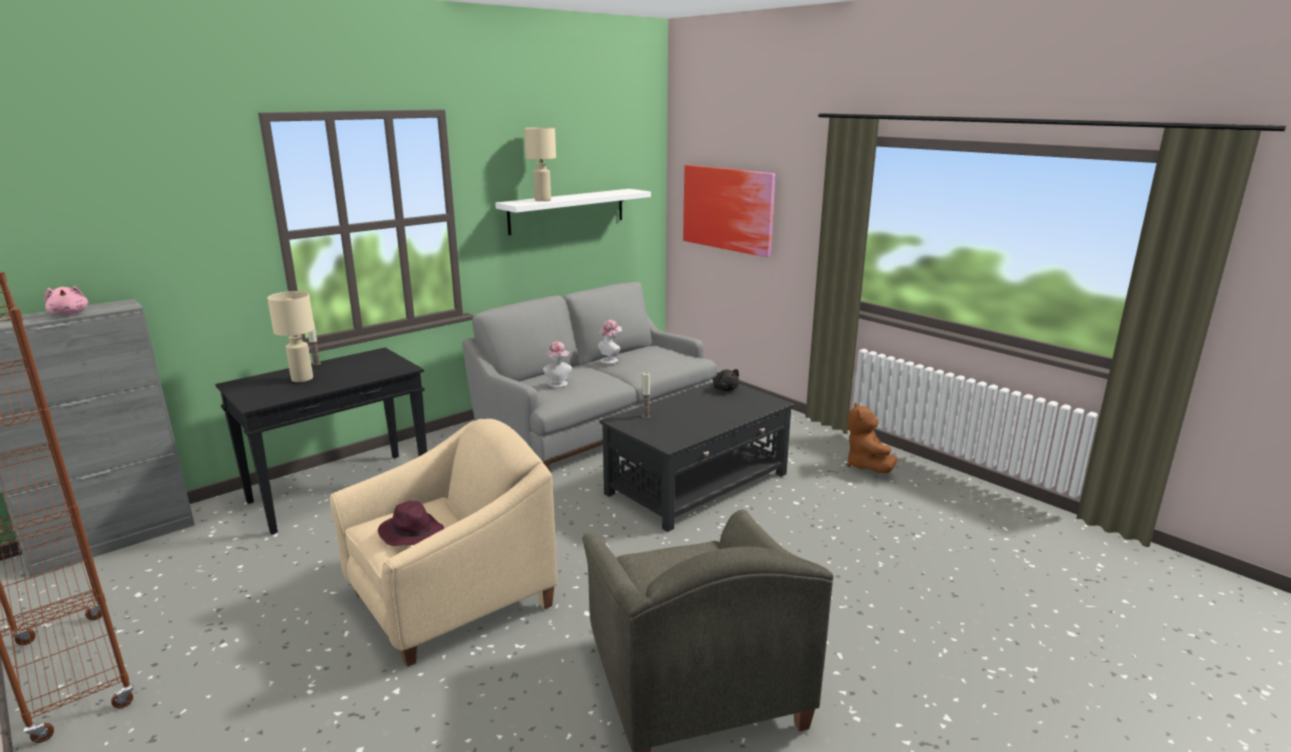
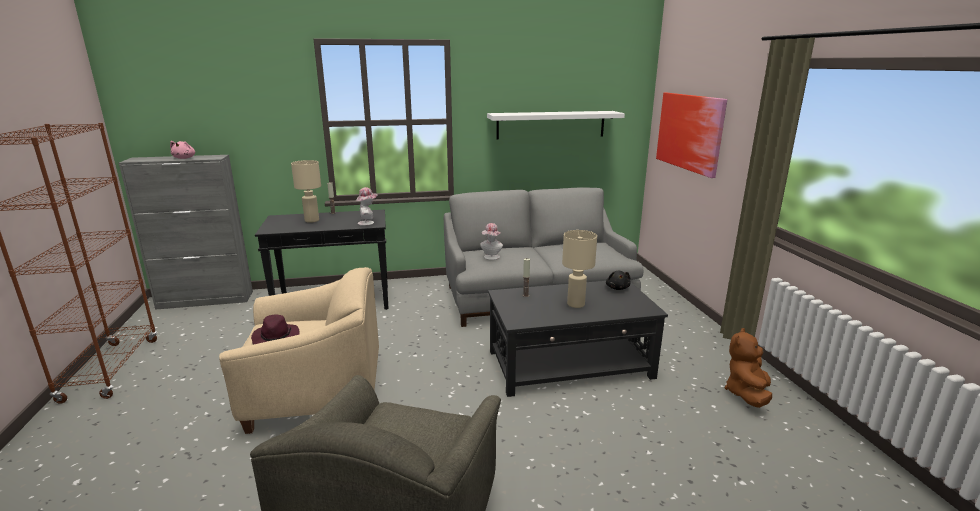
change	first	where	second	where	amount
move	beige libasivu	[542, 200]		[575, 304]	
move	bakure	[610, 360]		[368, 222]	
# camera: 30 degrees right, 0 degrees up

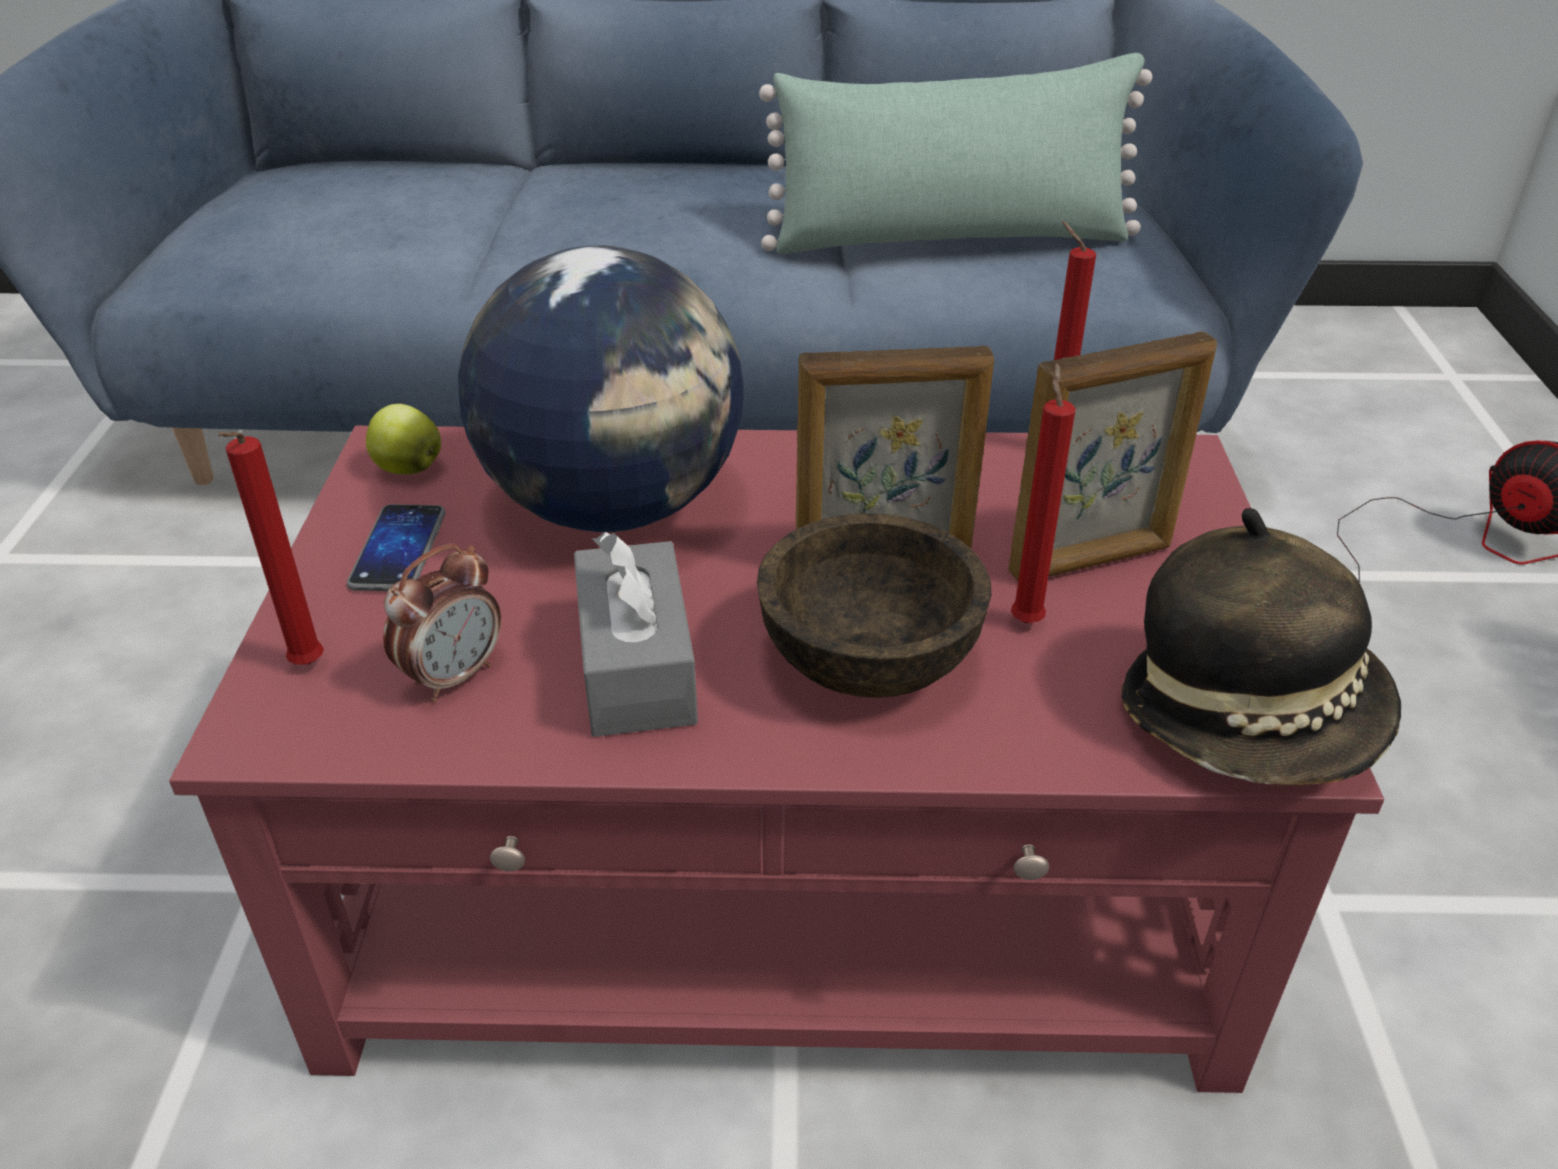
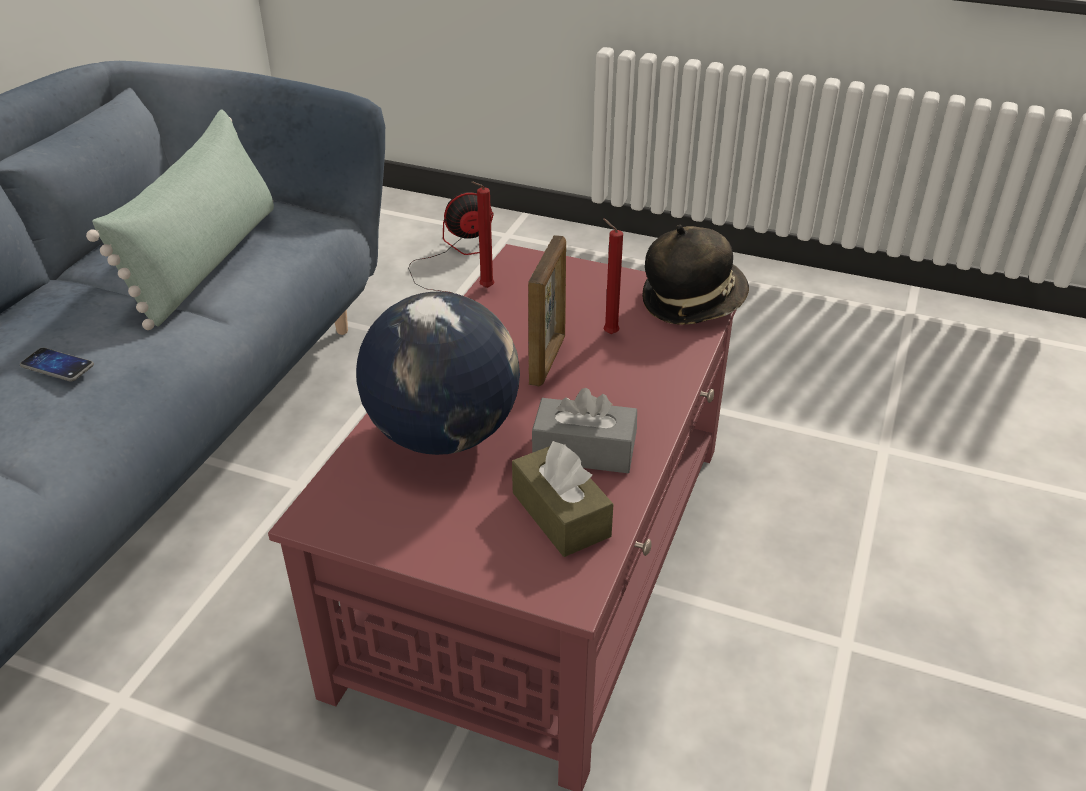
change	first	where	second	where	amount
delete	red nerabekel	[305, 668]			
delete	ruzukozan	[407, 468]			
delete	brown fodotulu	[867, 659]			
delete	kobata	[1092, 560]			
move	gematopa	[398, 550]		[57, 366]	
replace	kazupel	[454, 676]	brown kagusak	[560, 514]	
# camera: 70 degrees left, 0 degrees up

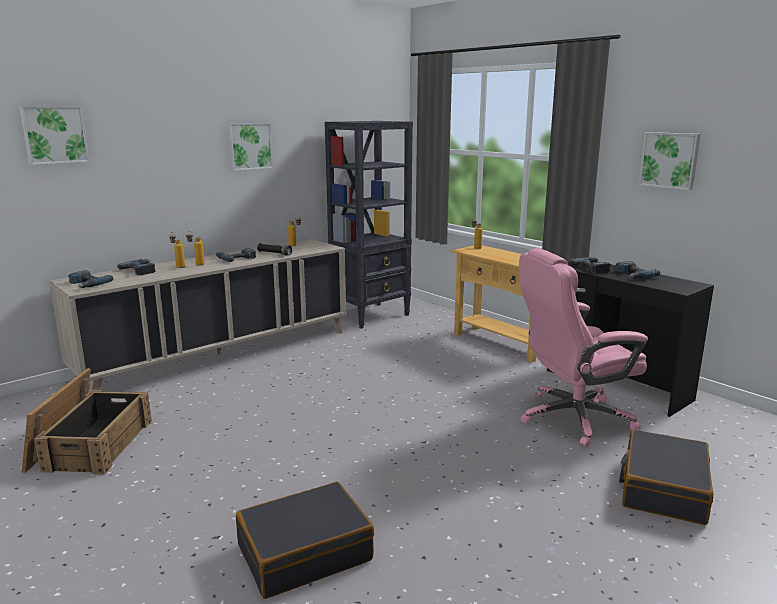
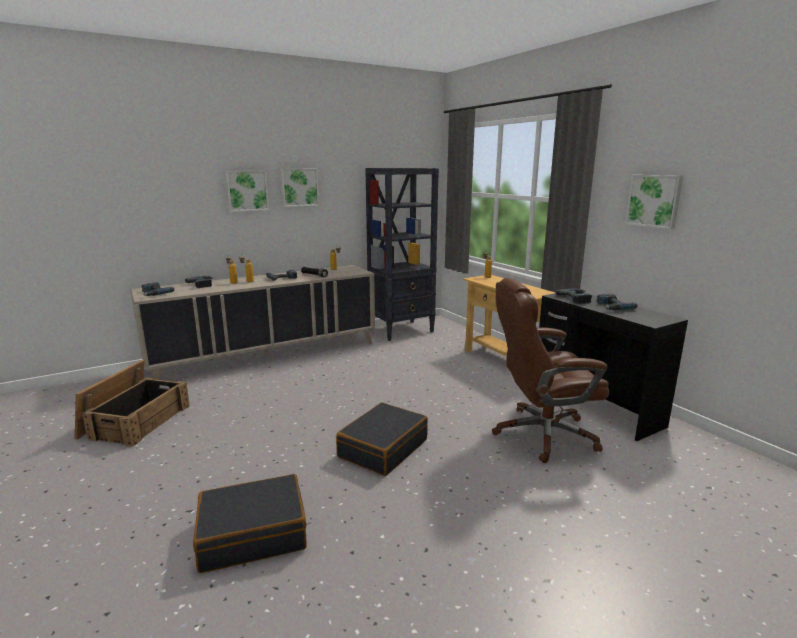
change	first	where	second	where	amount
move	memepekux	[54, 135]		[247, 190]	
move	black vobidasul	[663, 489]		[383, 448]	
recolor	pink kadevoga	[573, 418]	brown kadevoga	[542, 434]	
# camera: 10 degrees right, 0 degrees up

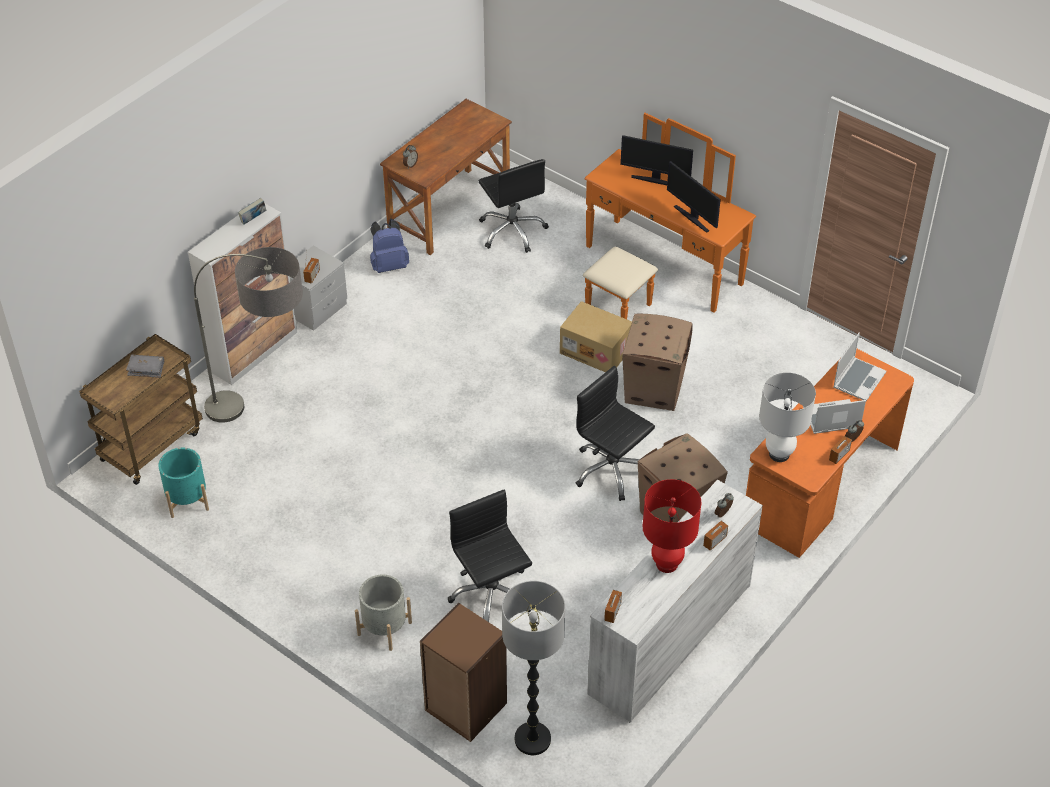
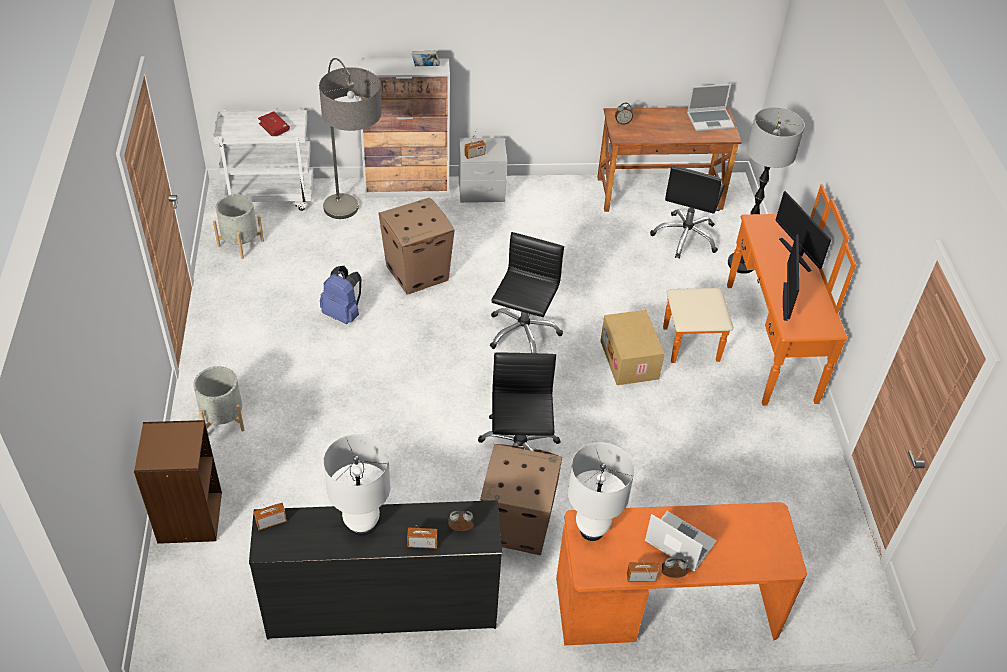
change	first	where	second	where	amount
move	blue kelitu	[389, 265]		[343, 314]	
move	black kadevoga	[491, 595]		[522, 332]	
move	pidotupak	[532, 739]		[741, 263]	
move	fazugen	[654, 389]		[418, 273]	
move	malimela	[858, 379]		[710, 120]	
recolor	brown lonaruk	[151, 444]	white lonaruk	[271, 196]	
recolor	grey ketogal	[146, 369]	red ketogal	[274, 128]	
recolor	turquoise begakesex	[187, 500]	grey begakesex	[240, 243]	
recolor	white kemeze	[669, 639]	black kemeze	[381, 607]	
recolor	red libasivu	[667, 564]	white libasivu	[362, 526]	
# camera: 45 degrees right, 0 degrees up

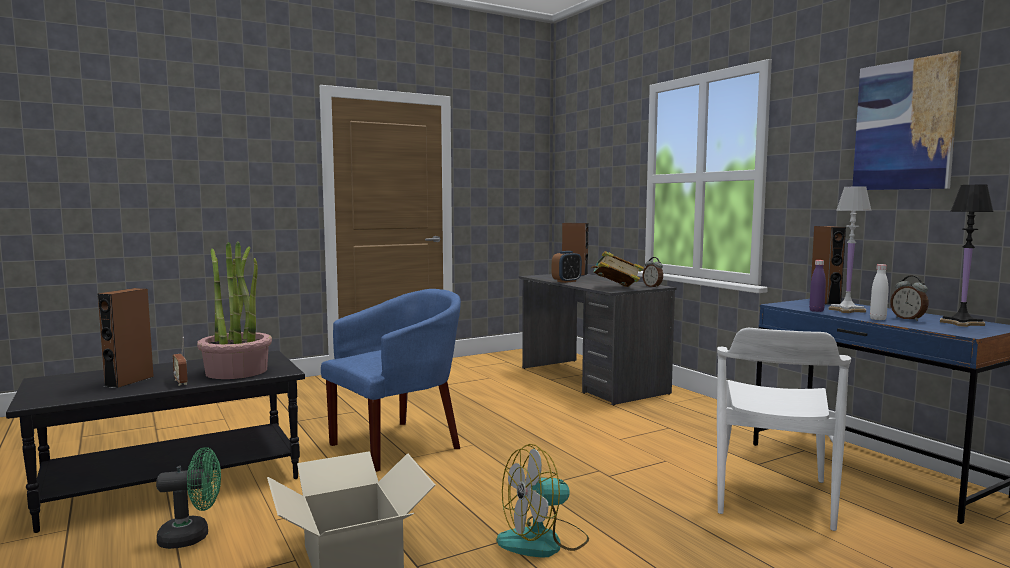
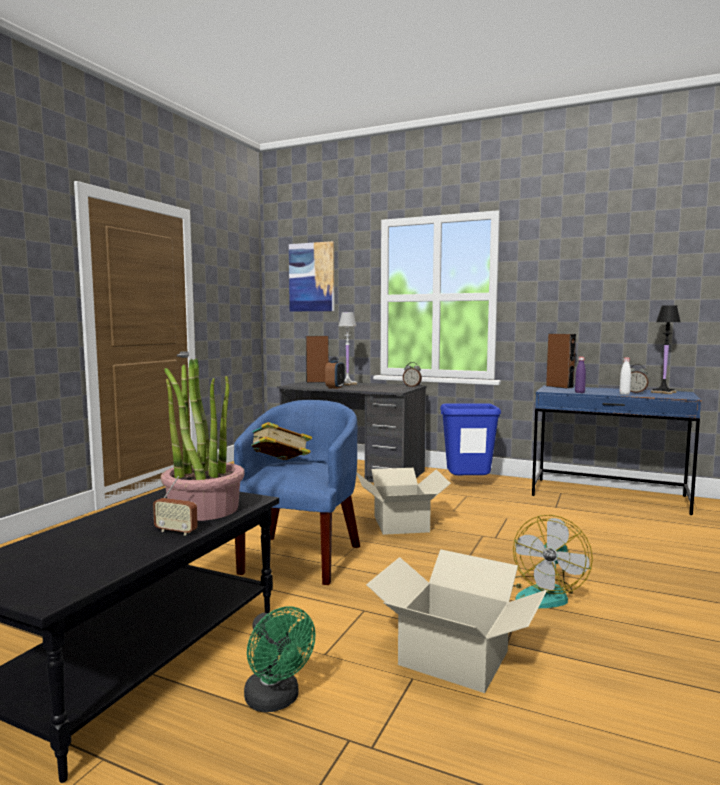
change	first	where	second	where	amount
delete	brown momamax	[129, 381]			
delete	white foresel	[772, 497]			
insert			fazugen	[401, 523]	
insert			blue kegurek	[467, 485]	
move	ketogal	[616, 288]		[277, 465]	
move	white libasivu	[847, 310]		[347, 384]	
move	memepekux	[904, 125]		[312, 277]	
rotate	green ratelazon	[192, 536]		[276, 701]	105 degrees clockwise
# camera: 35 degrees left, 0 degrees up

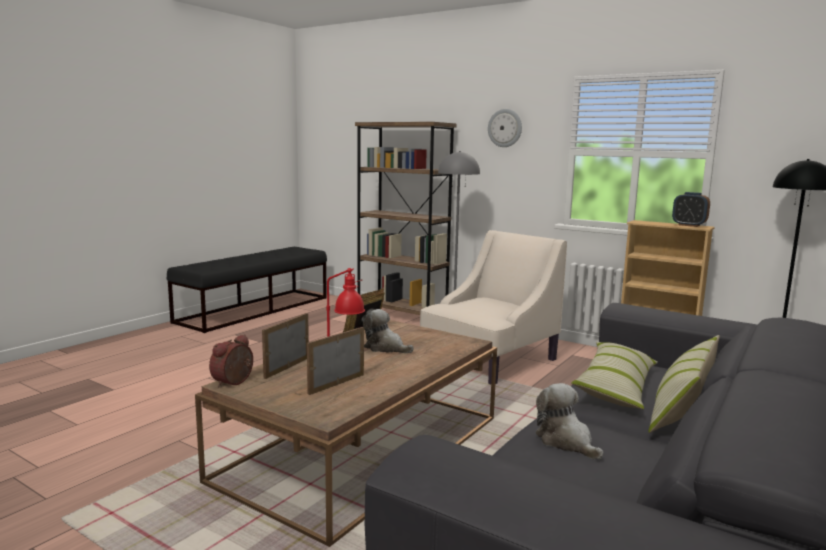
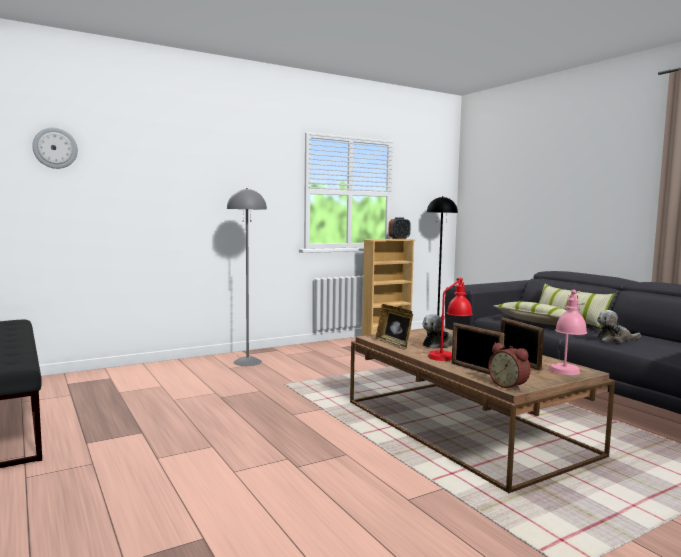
change	first	where	second	where	amount
delete	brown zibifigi	[401, 316]			
delete	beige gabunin	[489, 360]			
insert			pink libasivu	[566, 374]	
move	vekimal	[505, 128]		[55, 148]	
# camera: 65 degrees left, 5 degrees down

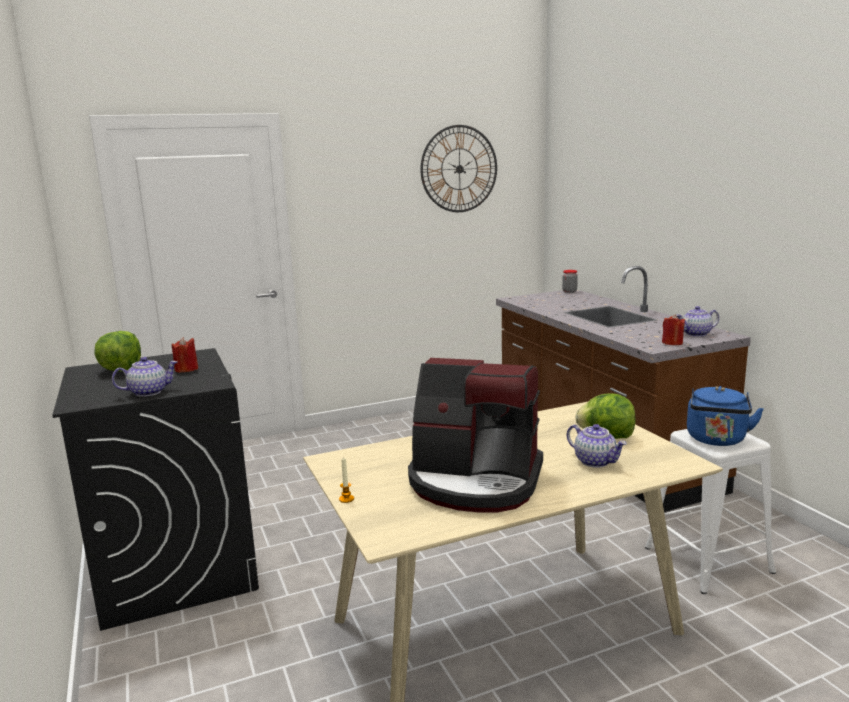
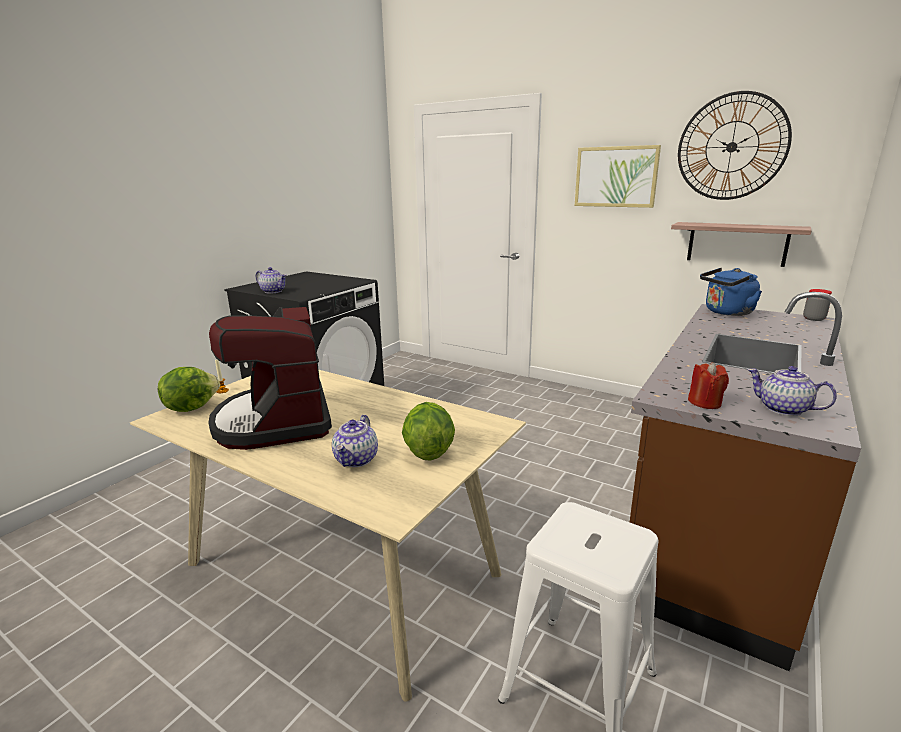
change	first	where	second	where	amount
delete	red nerabekel	[186, 369]			
insert			memepekux	[616, 177]	
insert			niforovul	[737, 243]	
move	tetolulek	[121, 370]		[191, 407]	
move	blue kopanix	[717, 440]		[726, 312]	
# camera: 55 degrees right, 5 degrees up

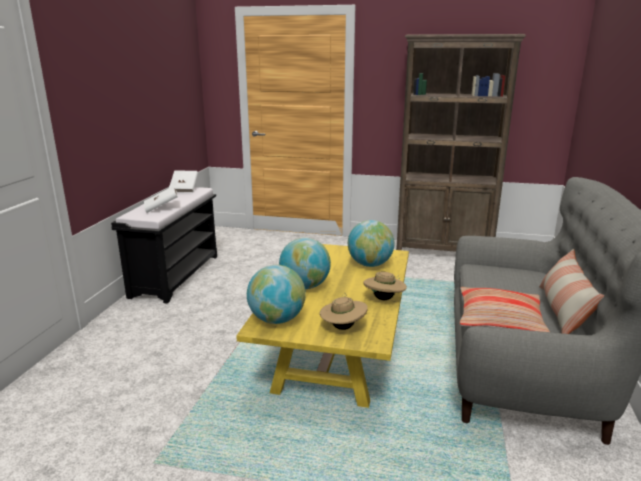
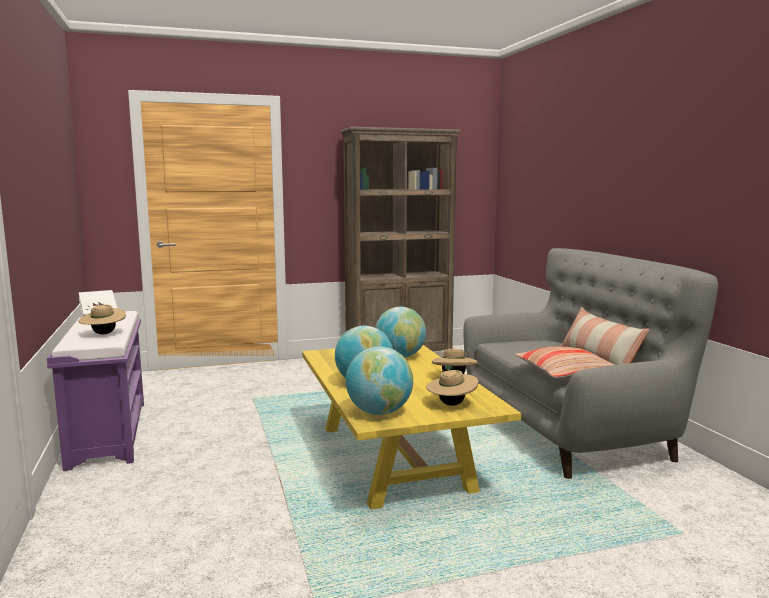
change	first	where	second	where	amount
replace	white ketogal	[161, 208]	beige bakure	[103, 334]	
recolor	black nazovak	[176, 275]	purple nazovak	[108, 433]	
# camera: 30 degrees left, 10 degrees down

